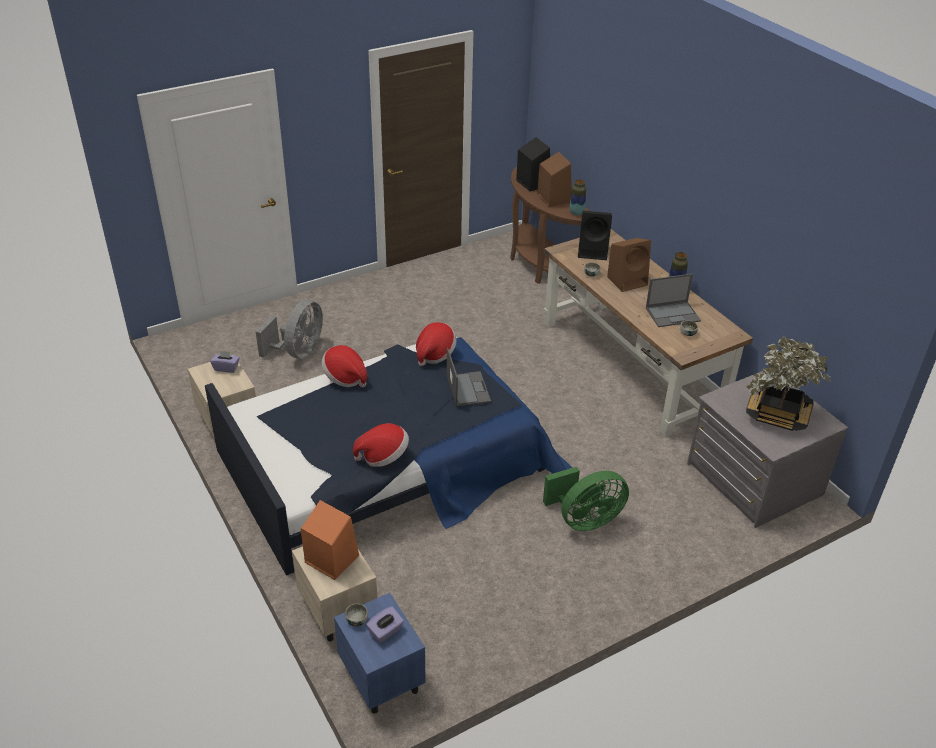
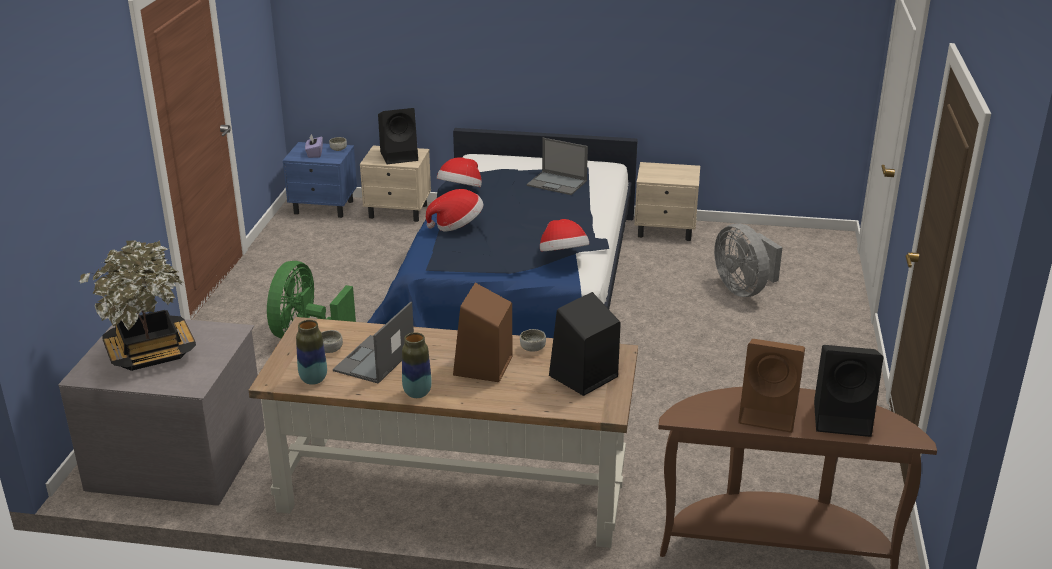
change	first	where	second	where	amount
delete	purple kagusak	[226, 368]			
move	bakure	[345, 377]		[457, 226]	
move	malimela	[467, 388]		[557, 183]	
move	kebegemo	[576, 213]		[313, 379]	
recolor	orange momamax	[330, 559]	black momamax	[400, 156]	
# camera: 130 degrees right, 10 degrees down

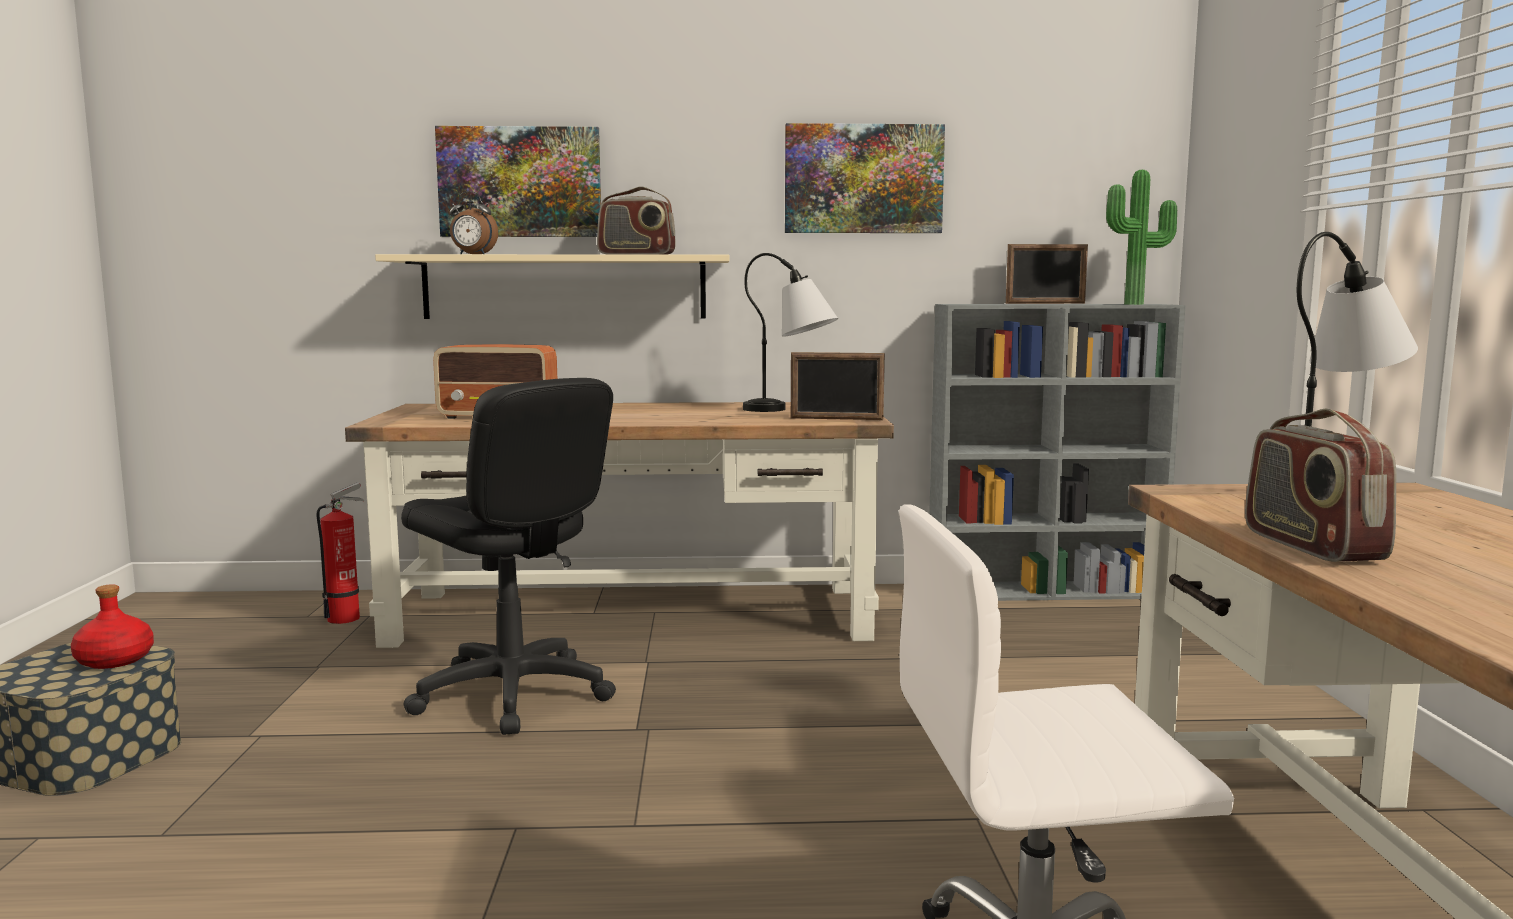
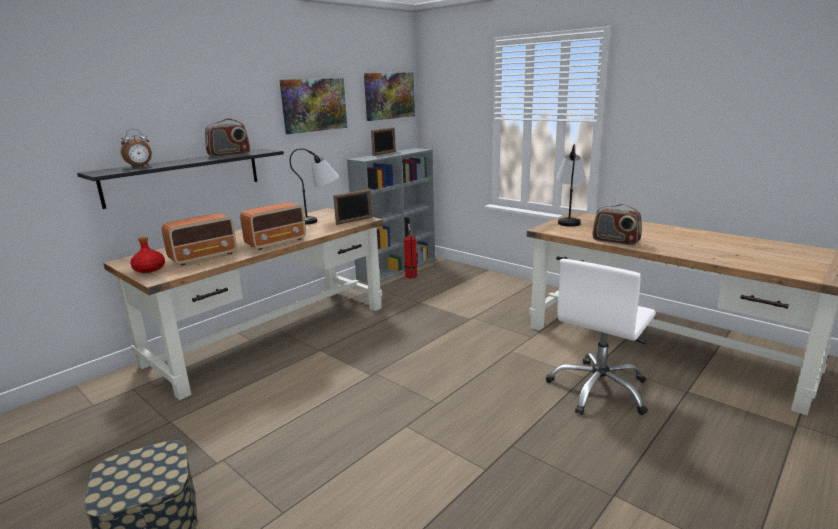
change	first	where	second	where	amount
delete	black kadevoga	[512, 694]			
delete	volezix	[1136, 304]			
insert			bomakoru	[277, 242]	
move	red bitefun	[115, 660]		[150, 269]	
move	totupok	[347, 617]		[411, 275]	
move	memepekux	[520, 182]		[389, 96]	
recolor	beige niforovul	[565, 287]	black niforovul	[184, 176]	
# camera: 45 degrees left, 10 degrees up

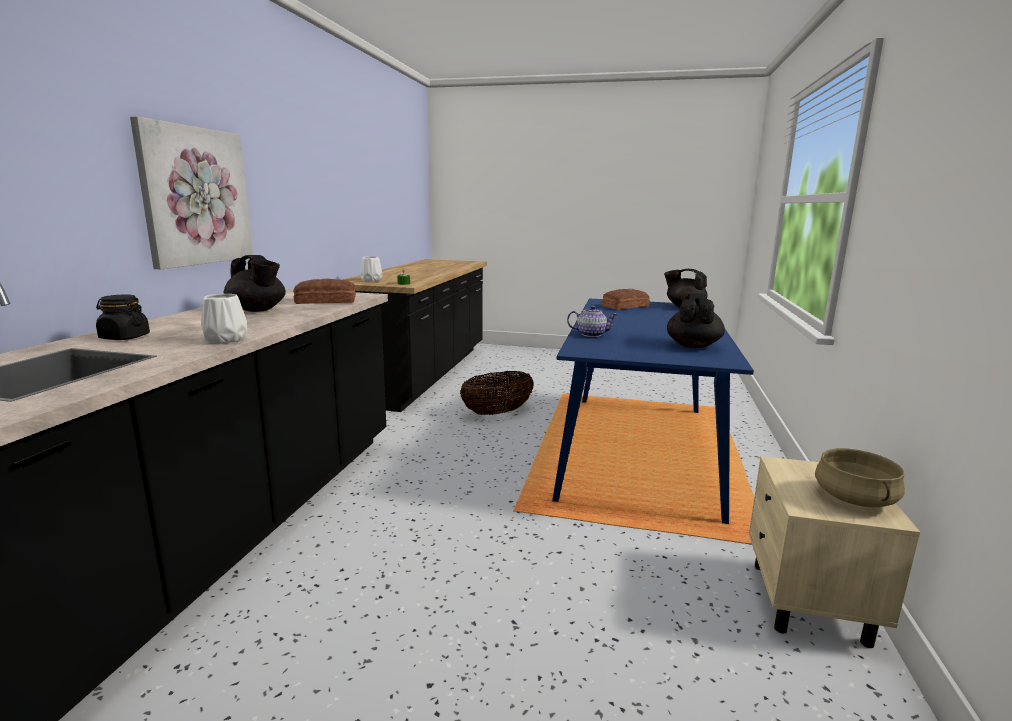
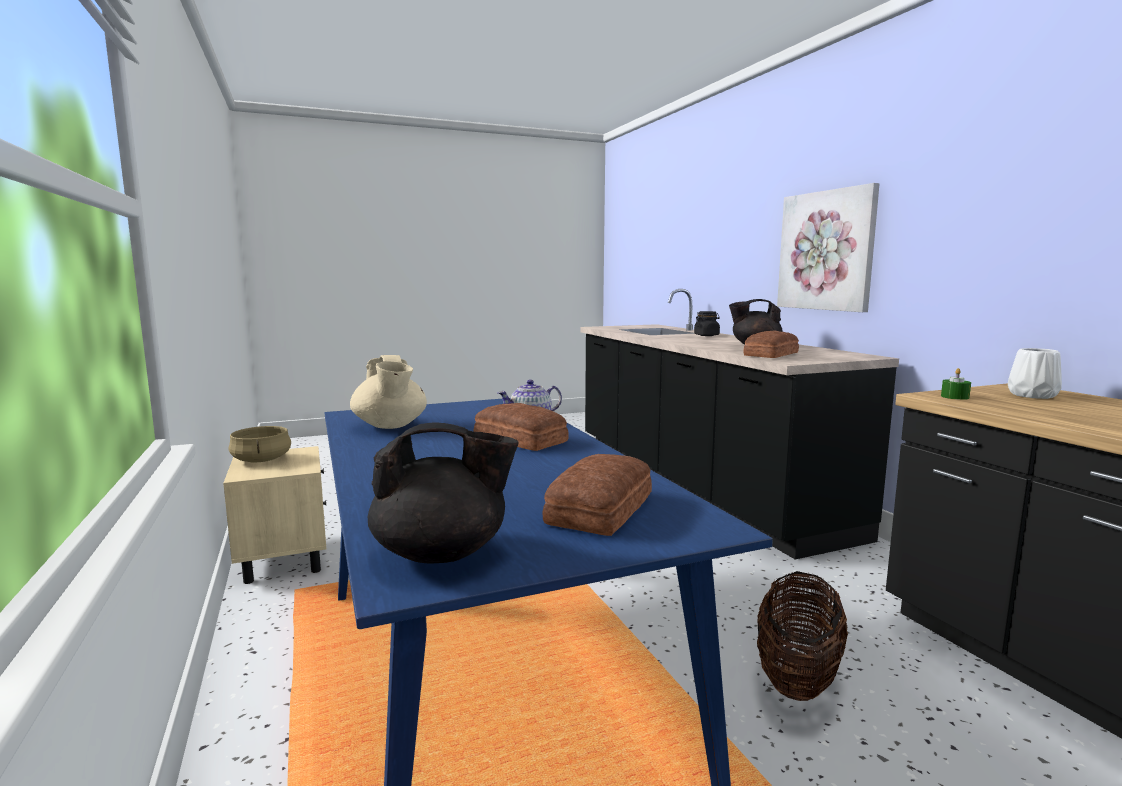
change	first	where	second	where	amount
delete	white kebegemo	[225, 340]			
insert			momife	[519, 440]	
recolor	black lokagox	[693, 345]	beige lokagox	[390, 426]	
# camera: 145 degrees right, 5 degrees down

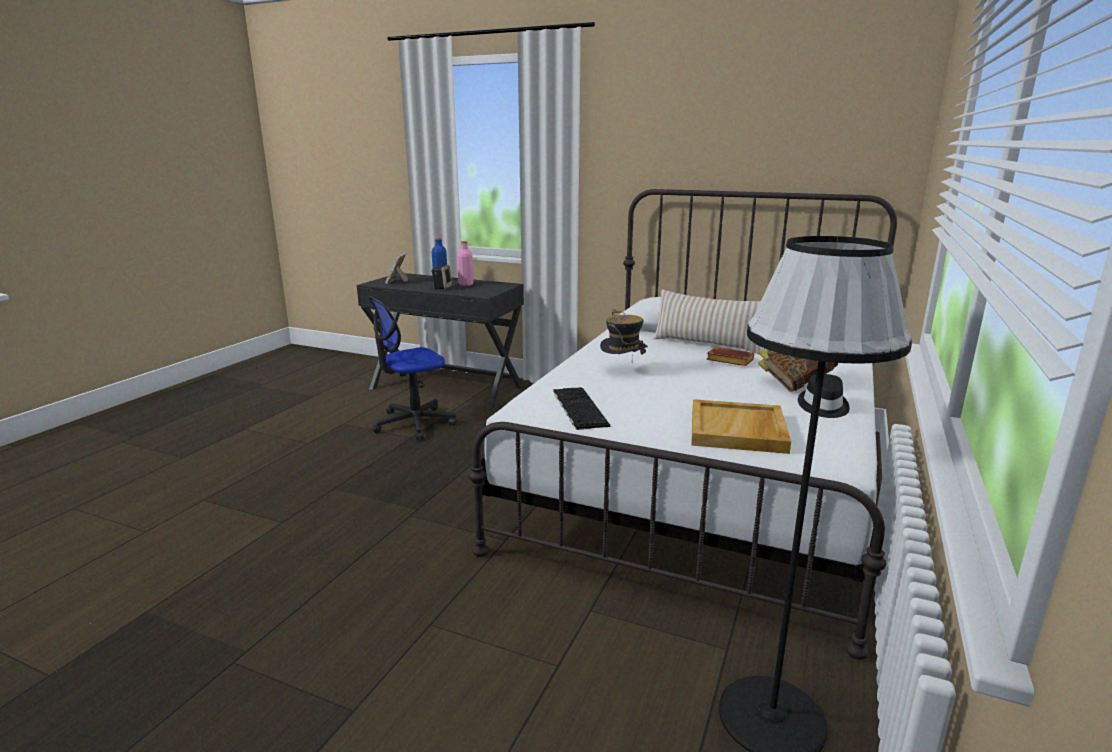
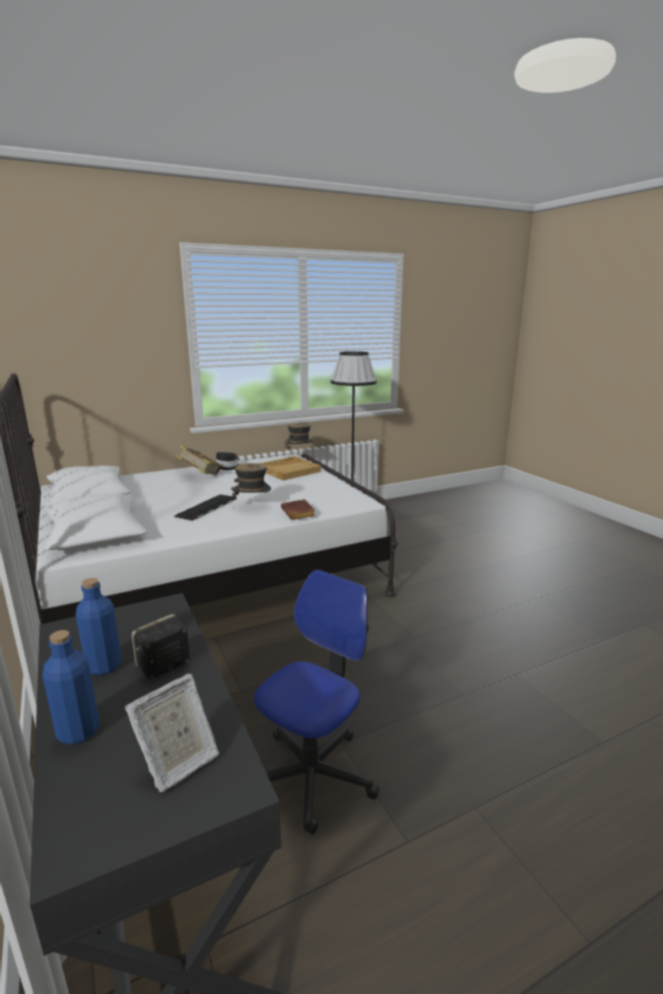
change	first	where	second	where	amount
delete	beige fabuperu	[706, 344]			
insert			bakure	[299, 455]	
move	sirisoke	[578, 408]		[207, 508]	
move	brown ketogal	[728, 361]		[299, 513]	
recolor	pink bitefun	[466, 284]	blue bitefun	[104, 666]	
rotate	kadevoga	[414, 423]		[312, 775]	60 degrees counterclockwise
# camera: 140 degrees left, 0 degrees up

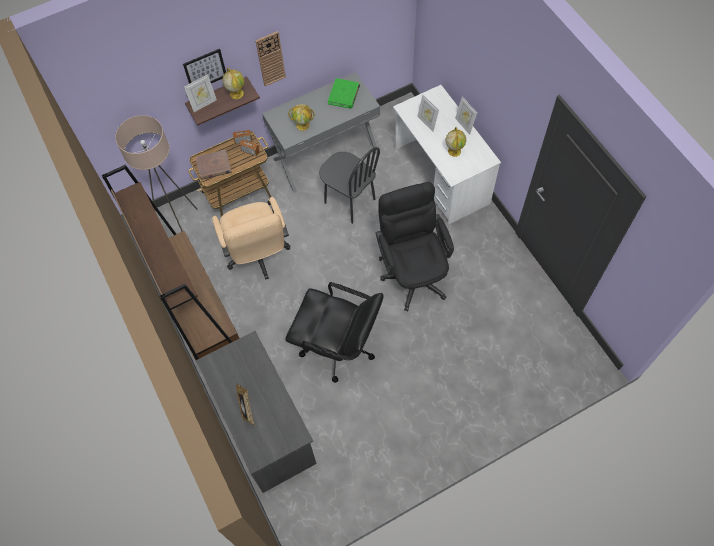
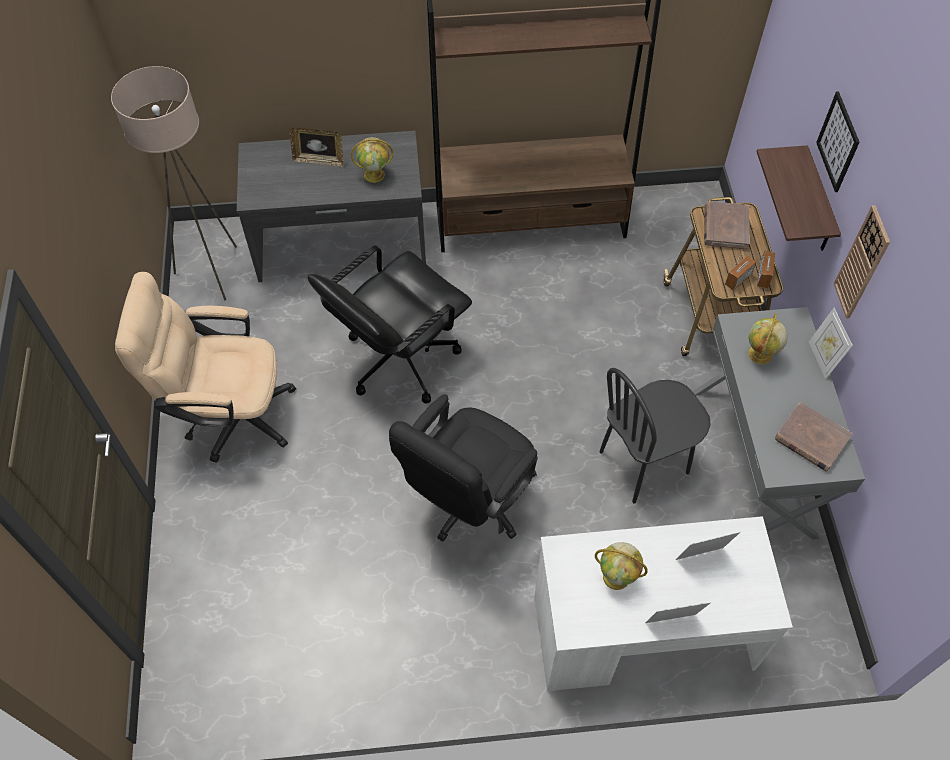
change	first	where	second	where	amount
move	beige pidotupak	[180, 225]		[212, 272]	
move	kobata	[204, 104]		[821, 359]	
move	beige kadevoga	[258, 256]		[228, 414]	
move	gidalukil	[236, 93]		[375, 174]	
recolor	green ketogal	[344, 95]	brown ketogal	[811, 439]	
rotate	black kadevoga	[413, 272]		[469, 502]	120 degrees clockwise
# camera: 110 degrees right, 5 degrees down

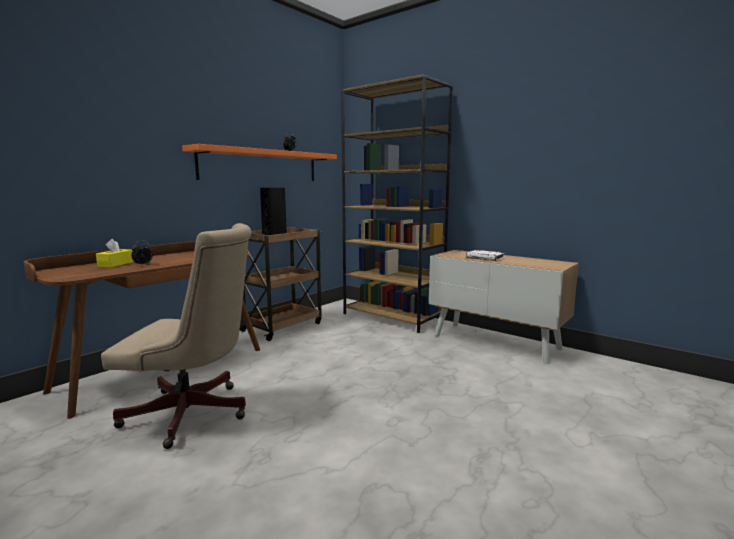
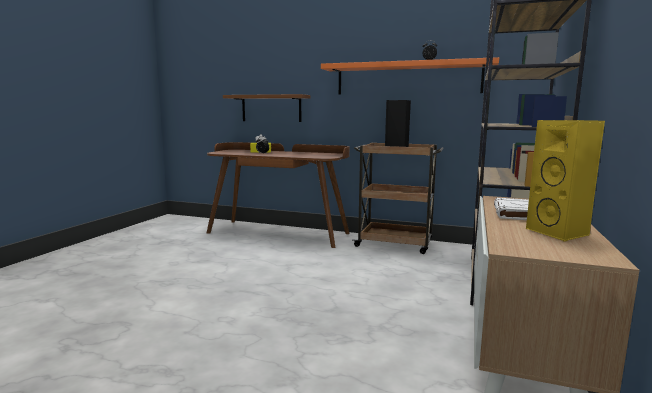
change	first	where	second	where	amount
delete	beige kadevoga	[194, 414]			
insert			brown niforovul	[271, 108]	
insert			yellow momamax	[560, 233]	
# camera: 70 degrees right, 0 degrees up

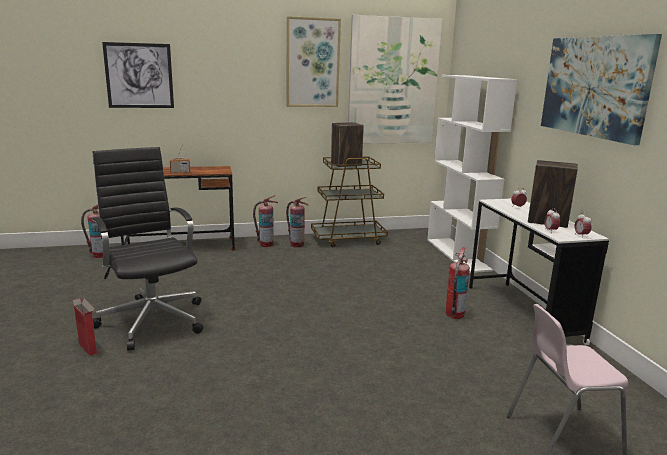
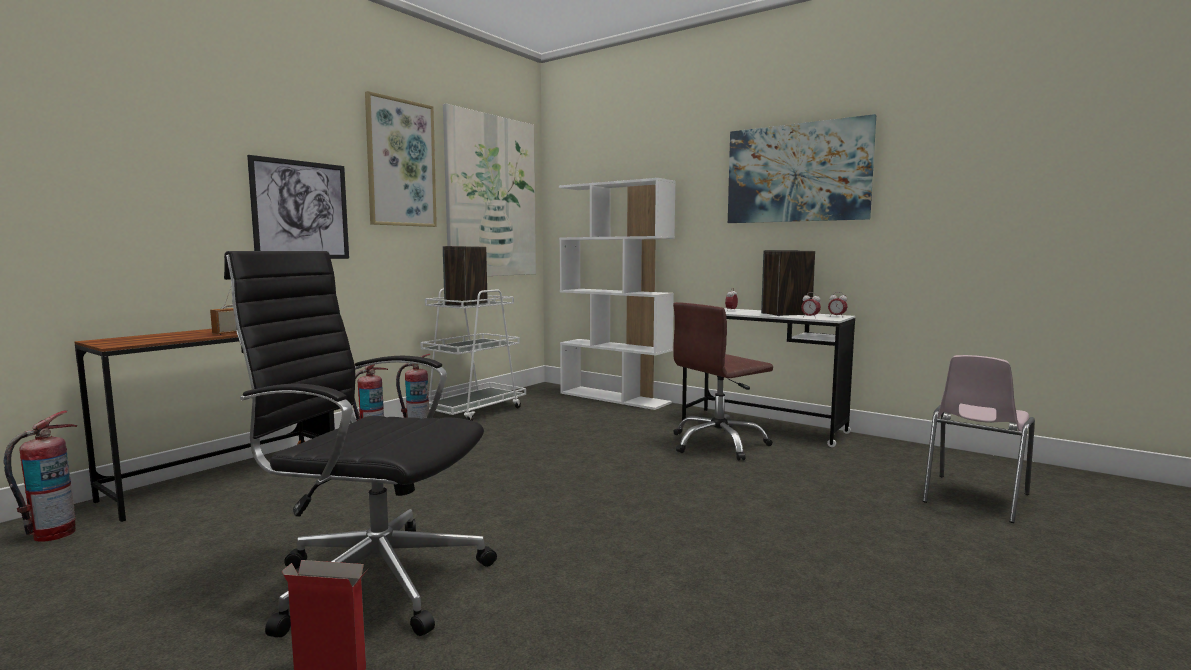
change	first	where	second	where	amount
move	memepekux	[139, 75]		[301, 210]	
replace	totupok	[454, 314]	brown kadevoga	[718, 444]	
recolor	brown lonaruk	[348, 239]	white lonaruk	[473, 411]	
# camera: 40 degrees left, 10 degrees down

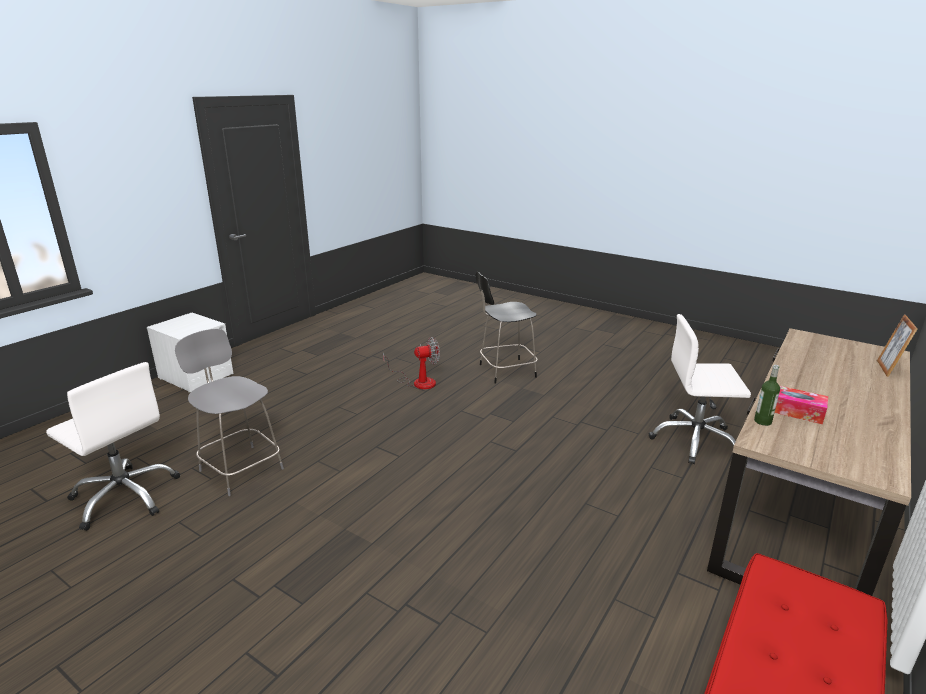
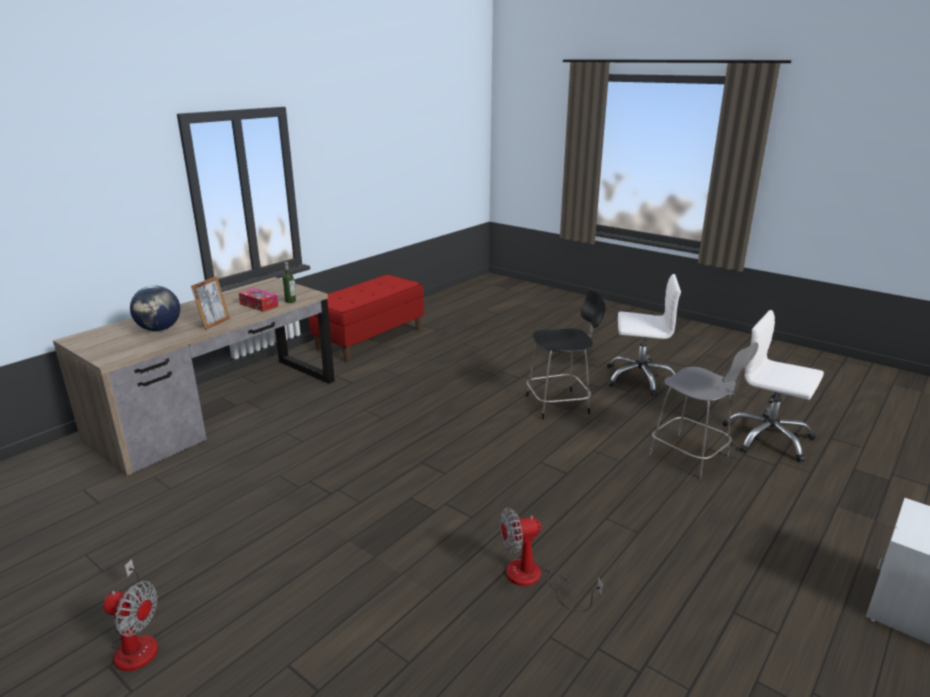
change	first	where	second	where	amount
insert			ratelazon	[137, 642]	
insert			gidalukil	[159, 329]	
move	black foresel	[505, 371]		[560, 404]	
move	white kadevoga	[694, 440]		[639, 378]	
move	kobata	[888, 369]		[214, 323]	
# camera: 175 degrees left, 0 degrees up

